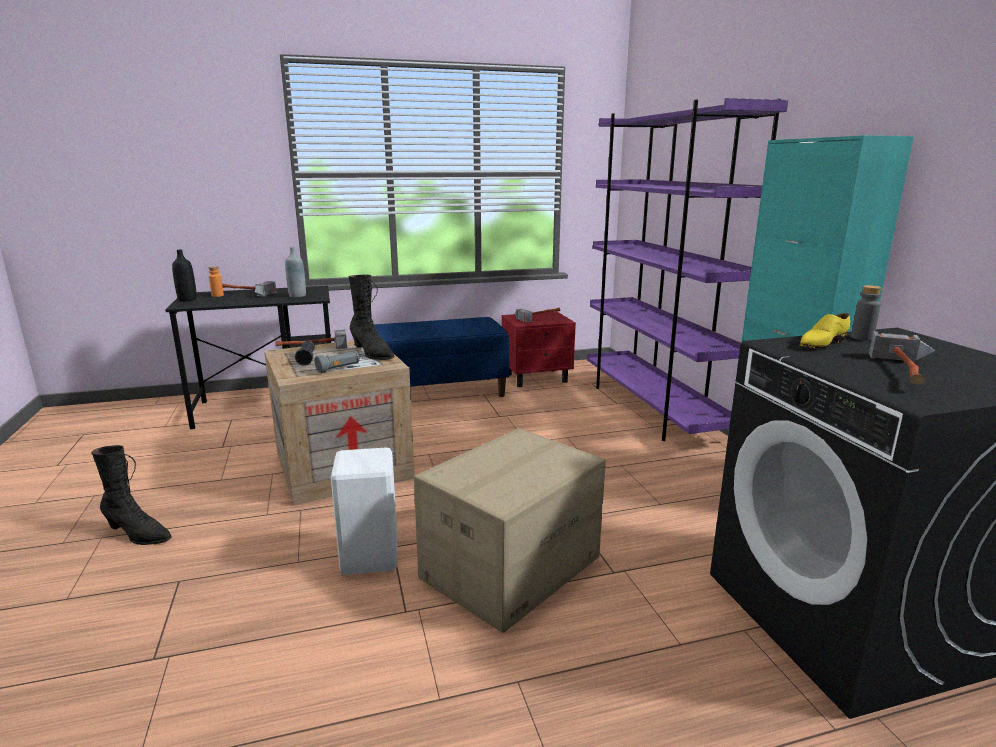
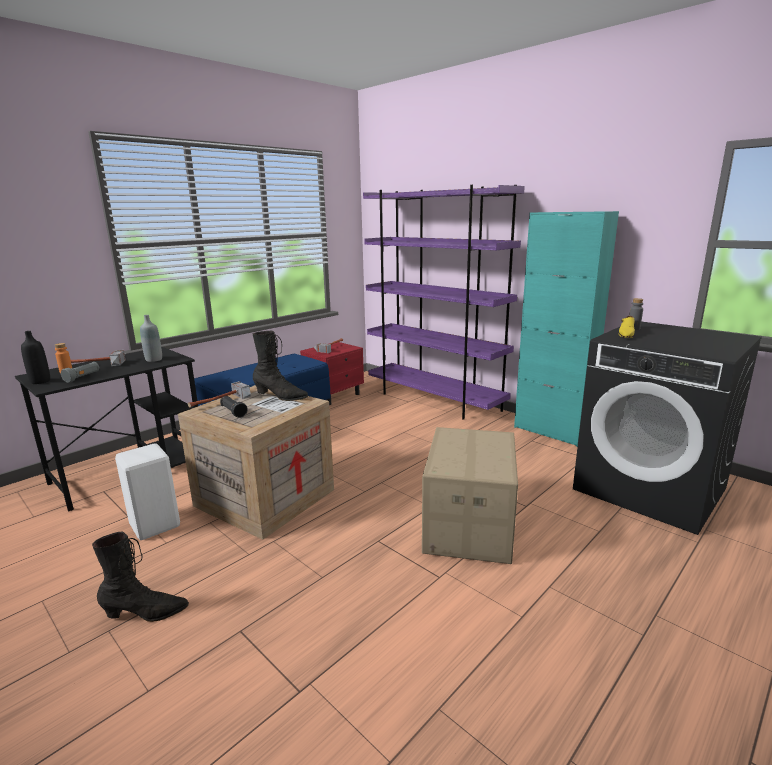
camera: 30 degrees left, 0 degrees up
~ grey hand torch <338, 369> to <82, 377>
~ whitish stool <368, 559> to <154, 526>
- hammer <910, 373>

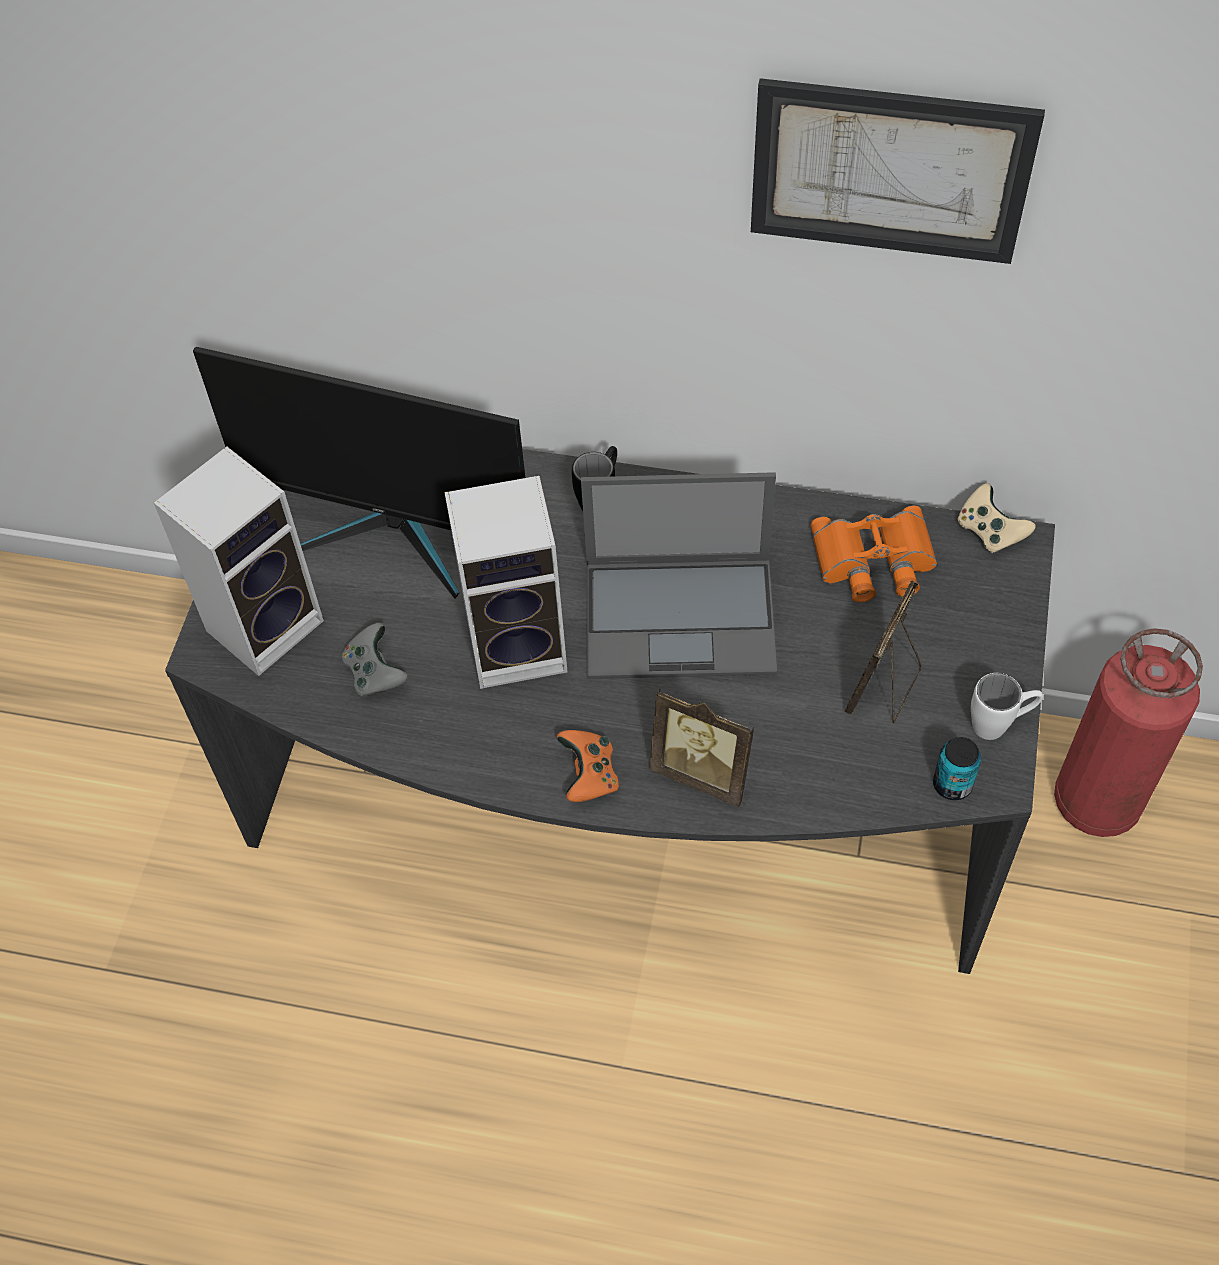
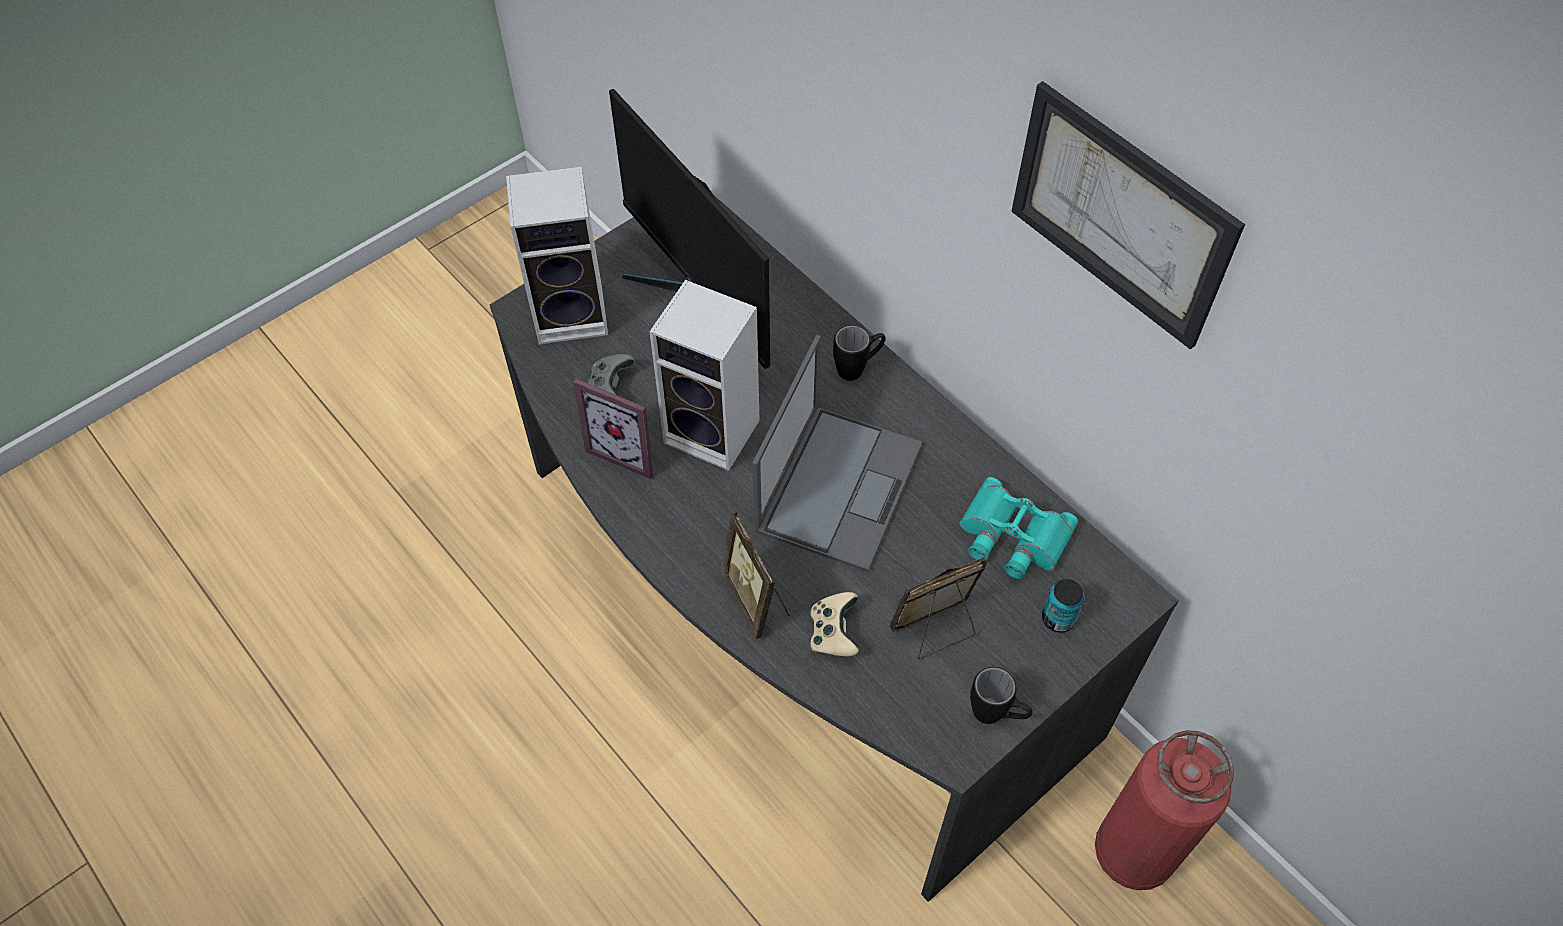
camera: 35 degrees right, 0 degrees up
+ picture frame <628, 449>
~ portable computer <682, 617> = <839, 485> 105 degrees counterclockwise
~ sand-coloured game controller <989, 531> to <833, 633>
~ orange-coloured pair of binoculars <874, 562> to turquoise-coloured pair of binoculars <1011, 537>
~ whitish tea mug <999, 724> to black-coloured tea mug <996, 715>
~ can <952, 784> to <1058, 618>
- orange-coloured game controller <589, 776>

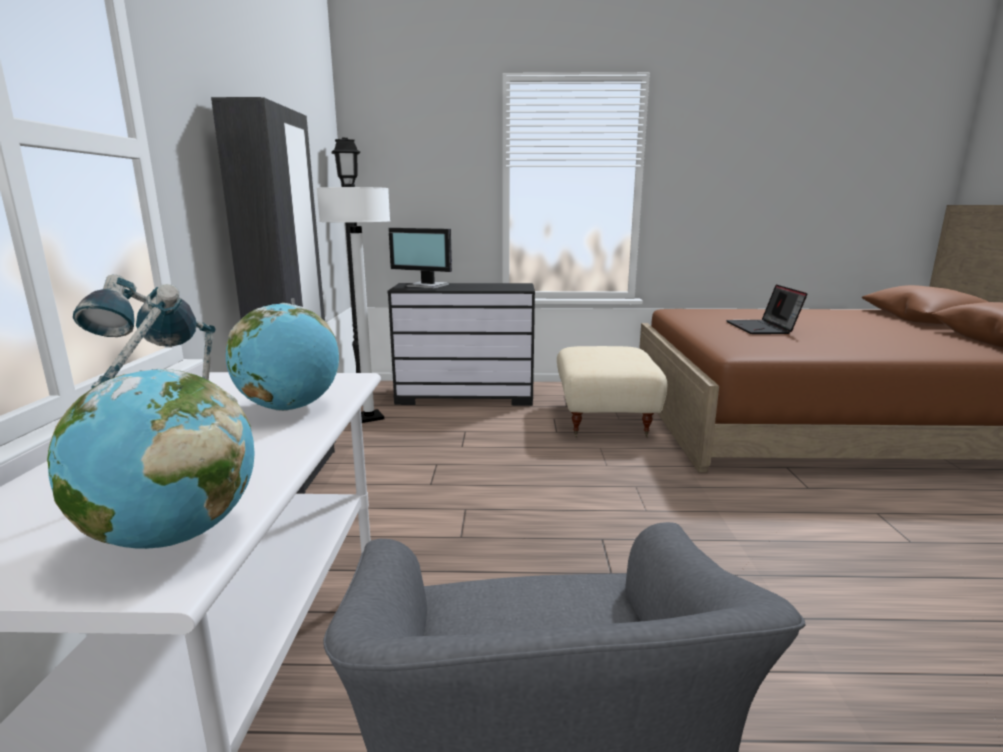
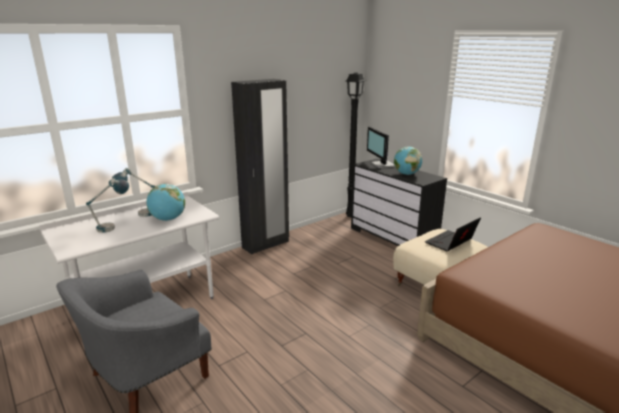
camera: 50 degrees right, 5 degrees up
~ desk globe <173, 536> to <406, 174>
~ portable computer <762, 328> to <450, 243>
- whitish floor lamp <369, 417>

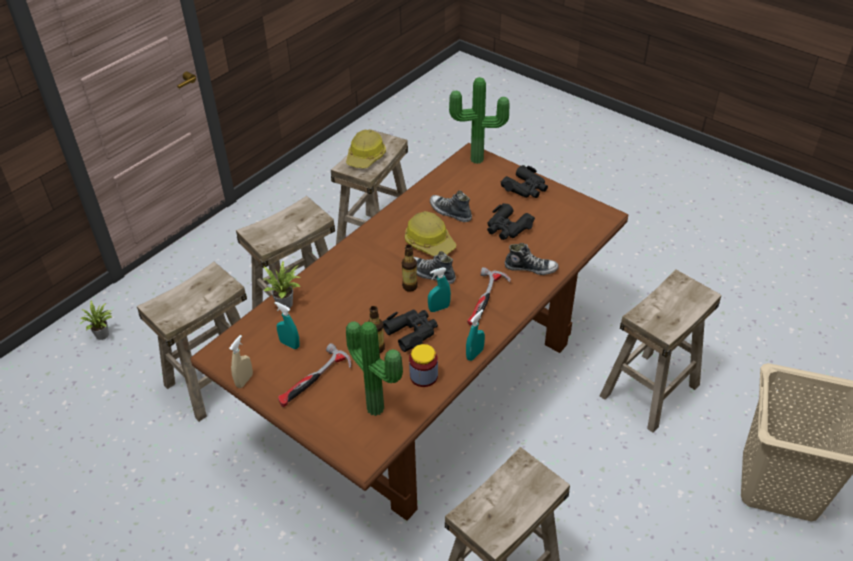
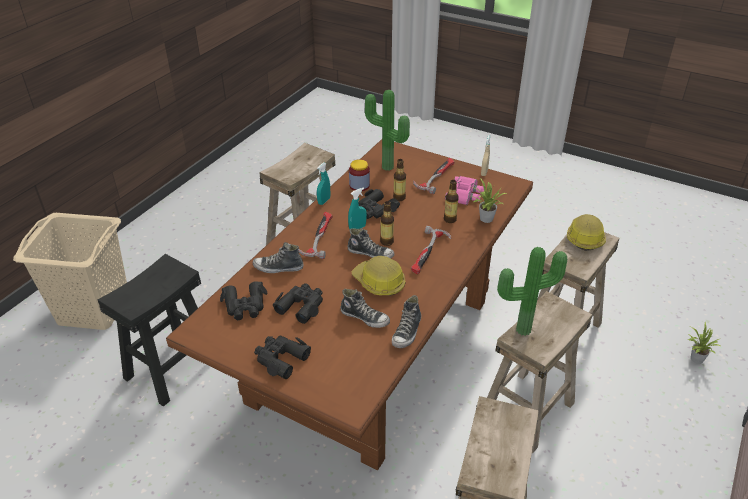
camera: 170 degrees right, 5 degrees down
~ sand-coloured stool <650, 391> to black-coloured stool <172, 367>
+ black-coloured pair of binoculars <245, 306>
+ shoe <407, 332>
+ hammer <428, 253>
+ beverage bottle <450, 219>
~ turquoise-coloured hand sprayer <289, 344> to pinkish pair of binoculars <465, 194>
~ houseplant <477, 161> to <522, 328>
~ hard hat <366, 157> to <584, 237>

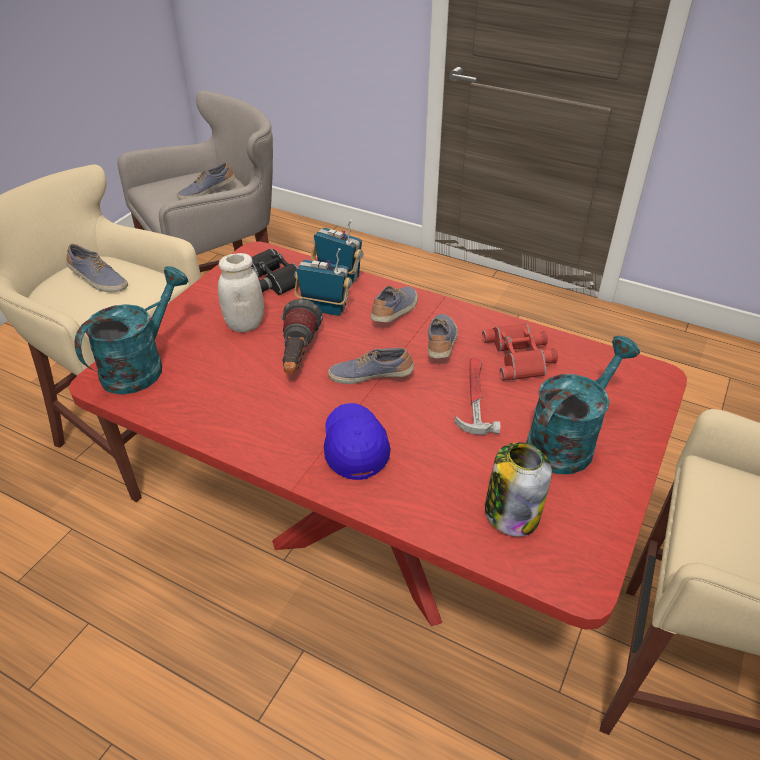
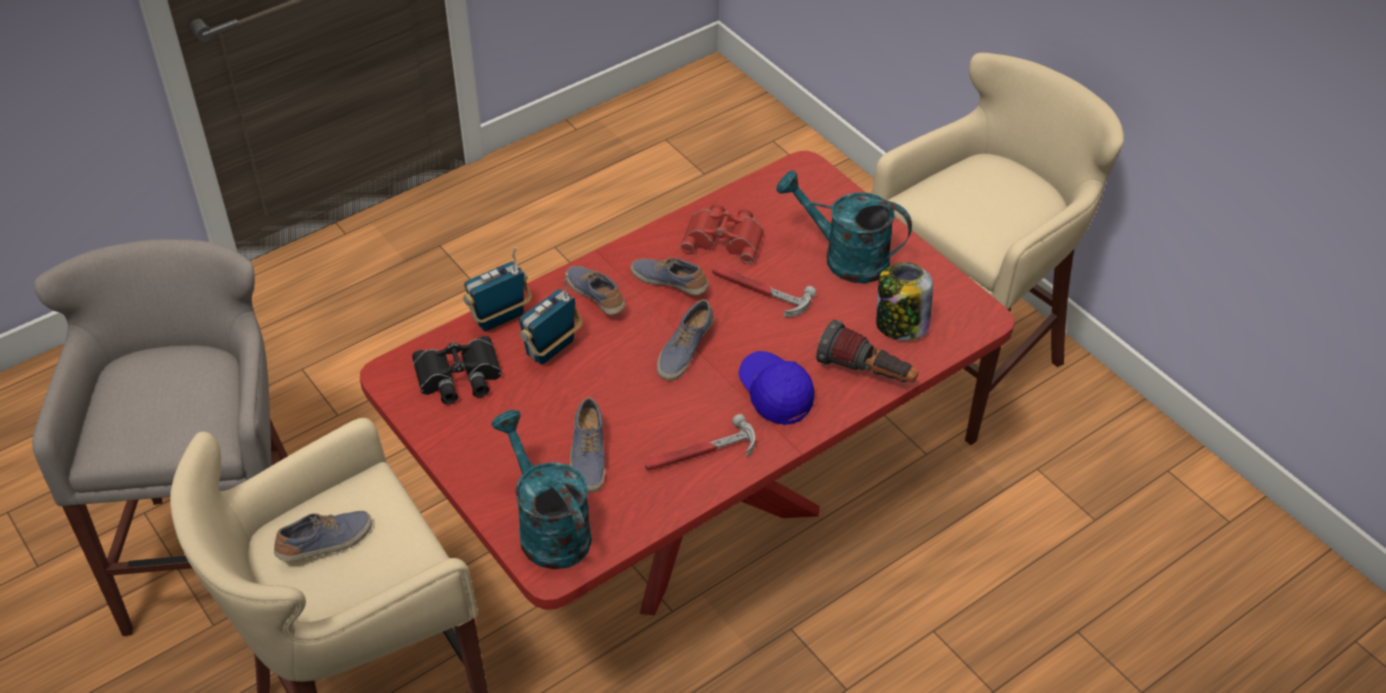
camera: 65 degrees left, 5 degrees up
~ shoe <206, 192> to <587, 455>
+ hammer <700, 453>
~ blue cap <355, 448> = <775, 394> 45 degrees clockwise
~ turquoise-coloured watering pot <567, 440> = <844, 258> 45 degrees counterclockwise
~ hand torch <298, 356> to <866, 373>
- whitish storage jar <245, 324>

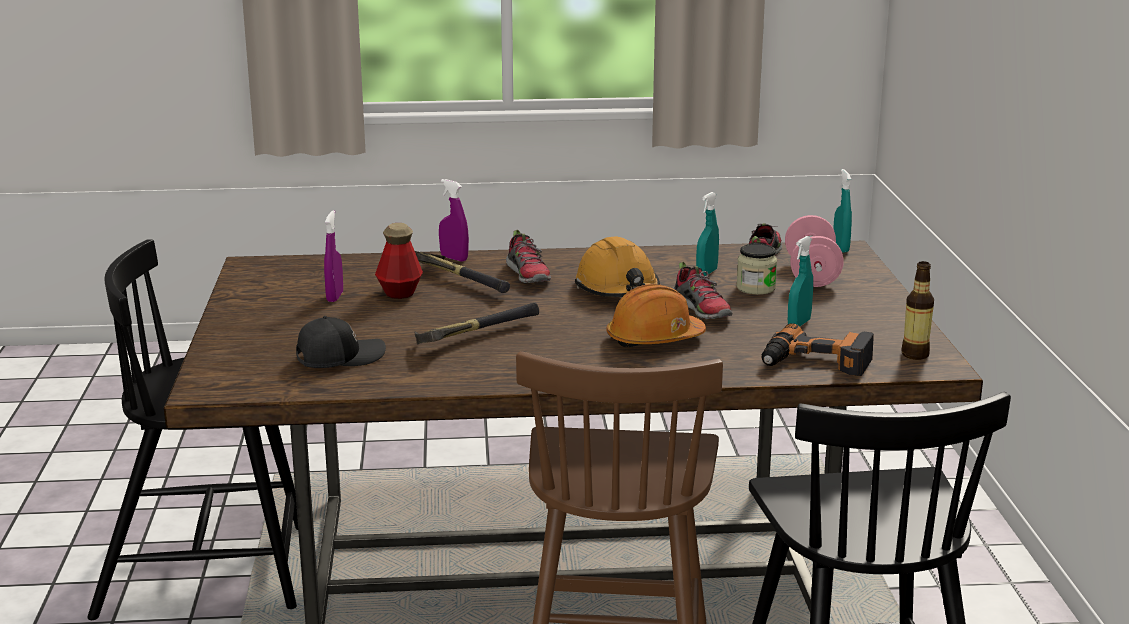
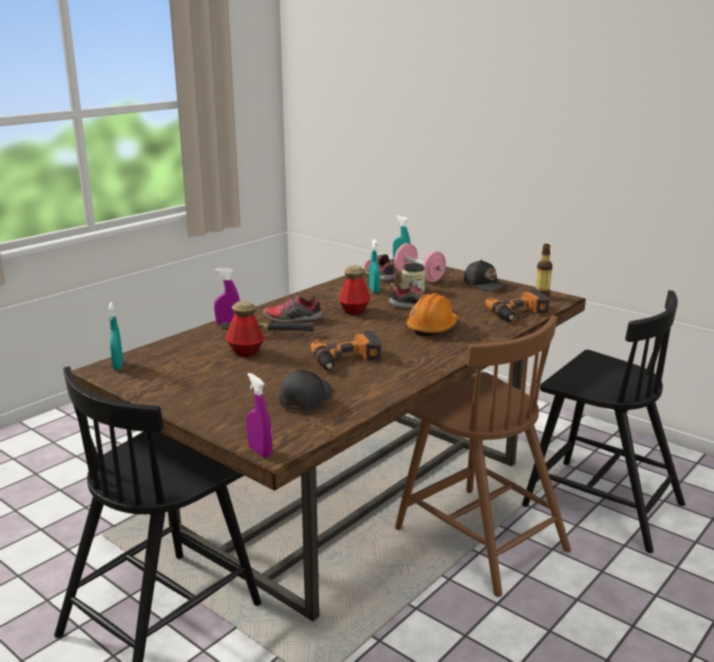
camera: 45 degrees left, 0 degrees up
~ turquoise-coloured hand sprayer <799, 323> to <118, 366>
~ purple-coloured hand sprayer <335, 297> to <260, 451>
~ shoe <528, 275> = <292, 319> 150 degrees clockwise
~ hammer <471, 337> to drill <347, 360>
~ orange-coloured hard hat <617, 289> to beverage bottle <354, 311>
+ black-coloured cap <485, 284>

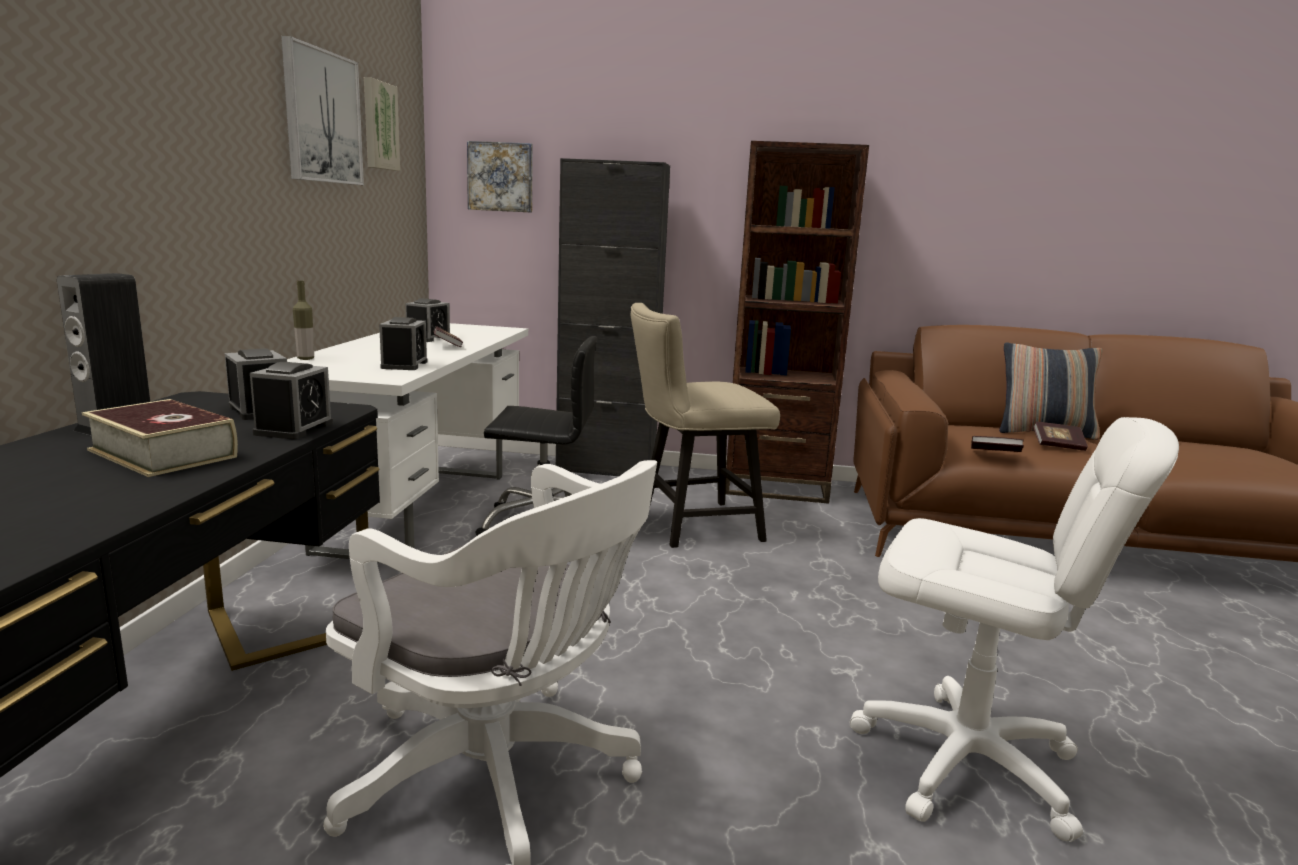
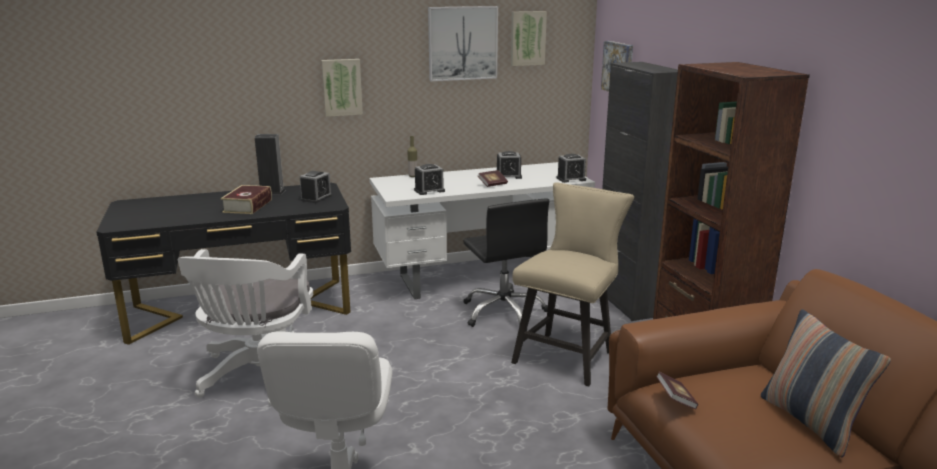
camera: 65 degrees right, 5 degrees up
+ picture <341, 87>
~ sand-coloured upright chair <690, 526> = <567, 355> 75 degrees clockwise
~ alarm clock <294, 428> to <571, 179>
- bound book <1058, 446>

